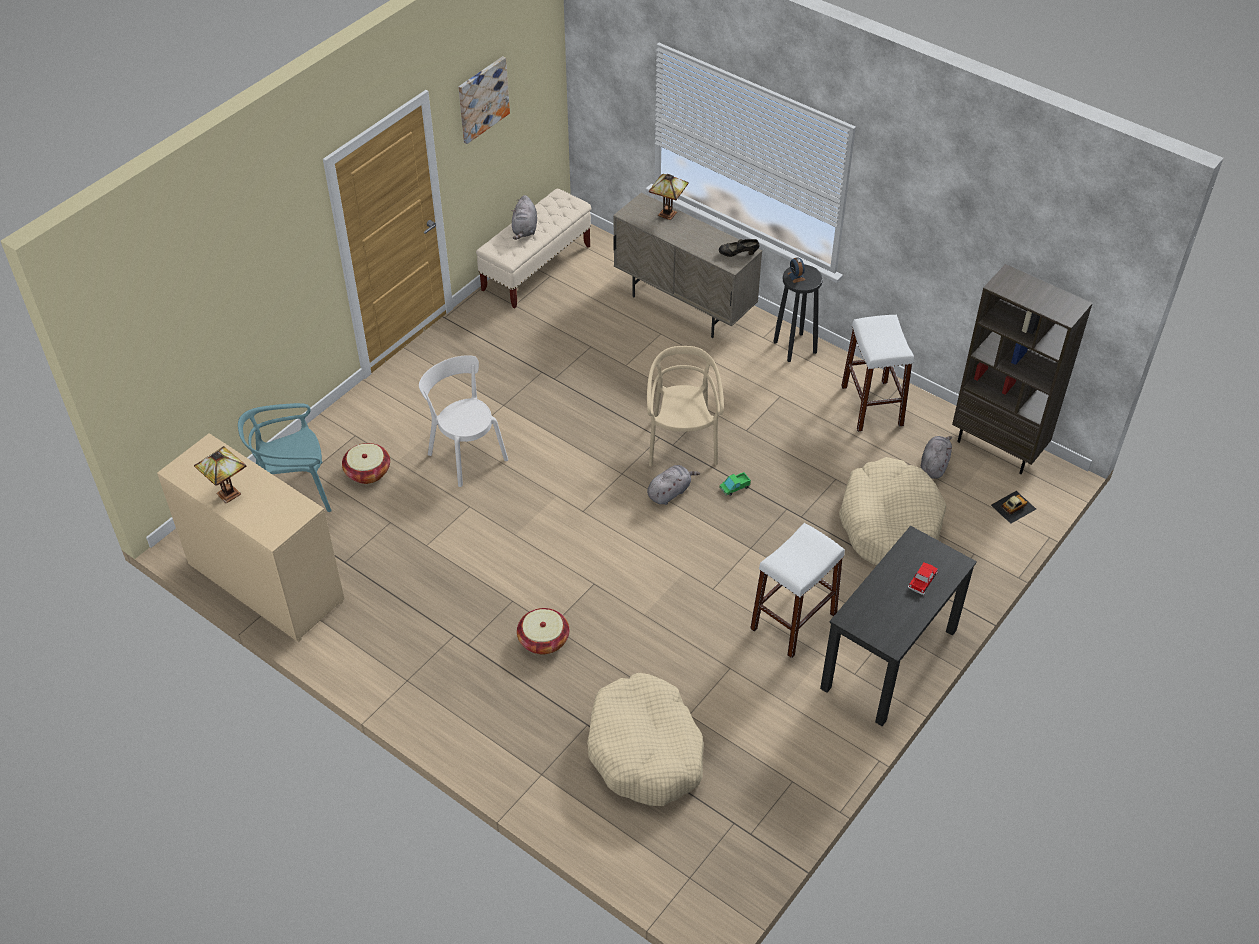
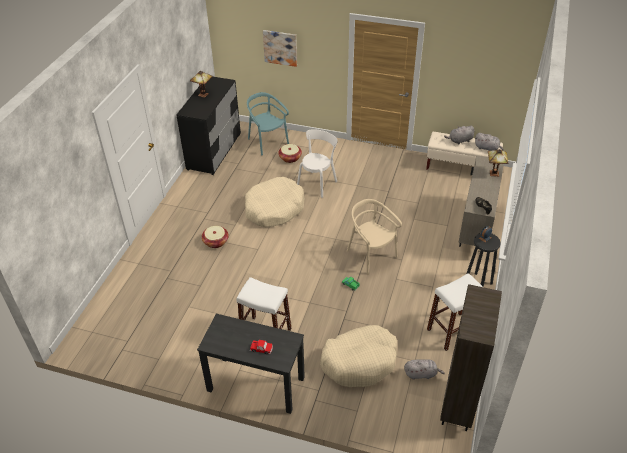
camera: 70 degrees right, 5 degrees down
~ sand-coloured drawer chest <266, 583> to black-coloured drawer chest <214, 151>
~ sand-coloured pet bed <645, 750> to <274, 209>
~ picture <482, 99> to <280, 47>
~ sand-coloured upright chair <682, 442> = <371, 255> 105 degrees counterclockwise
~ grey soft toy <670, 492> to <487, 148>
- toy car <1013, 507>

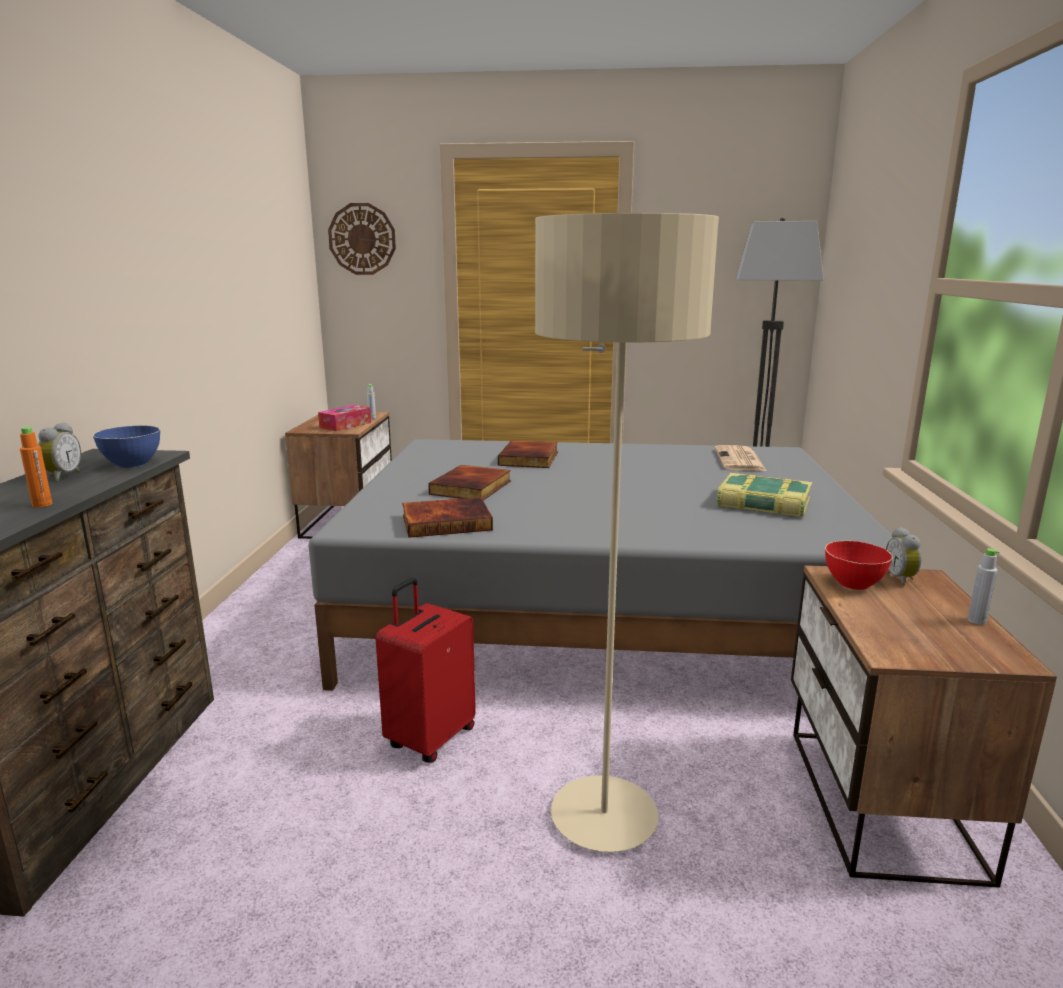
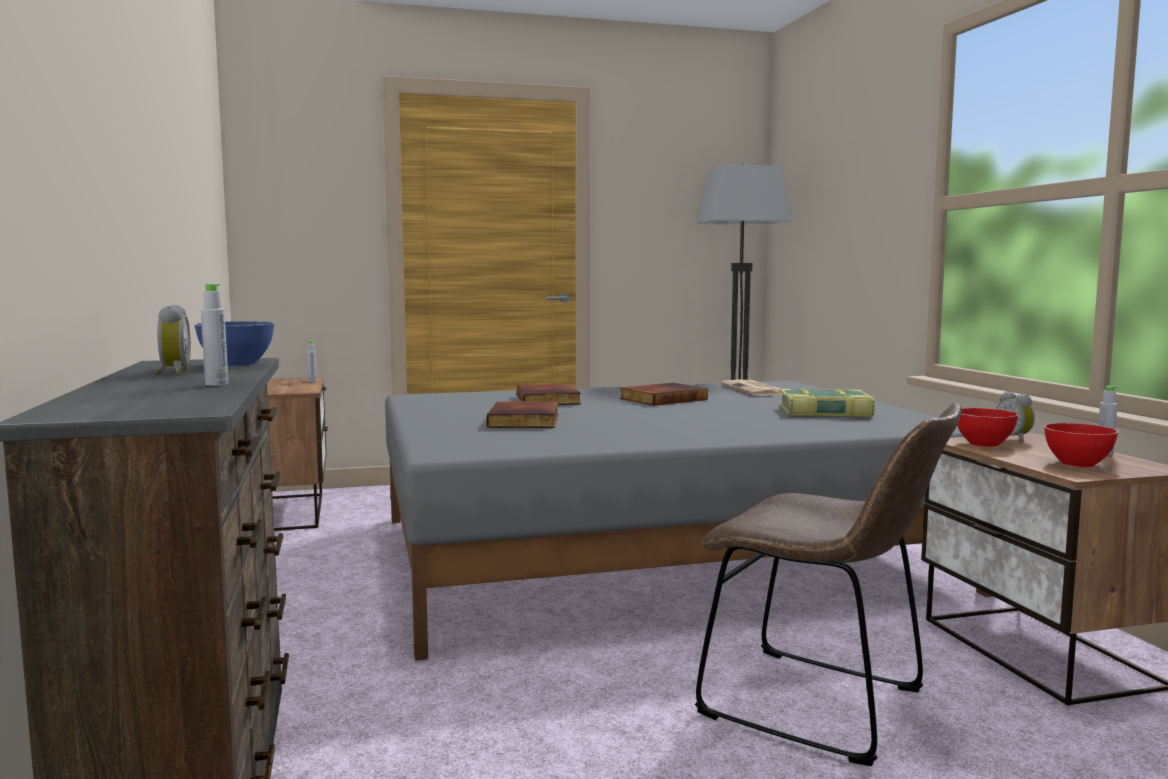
camera: 20 degrees left, 10 degrees down
~ orange-coloured beverage bottle <42, 505> to grey beverage bottle <216, 384>
~ bound book <447, 522> to <662, 399>
~ sand-coloured floor lamp <604, 817> to brown upright chair <824, 707>
+ red deep dish <1078, 463>
- box of tissues <345, 425>
- hanging clock <362, 239>
- red suitcase <429, 738>

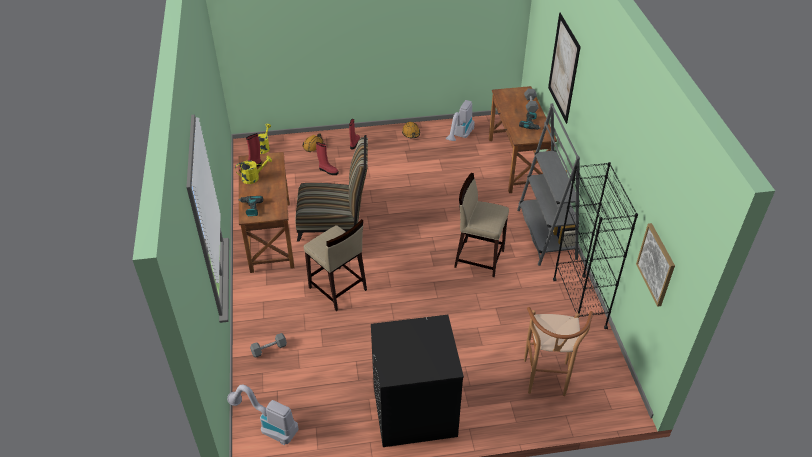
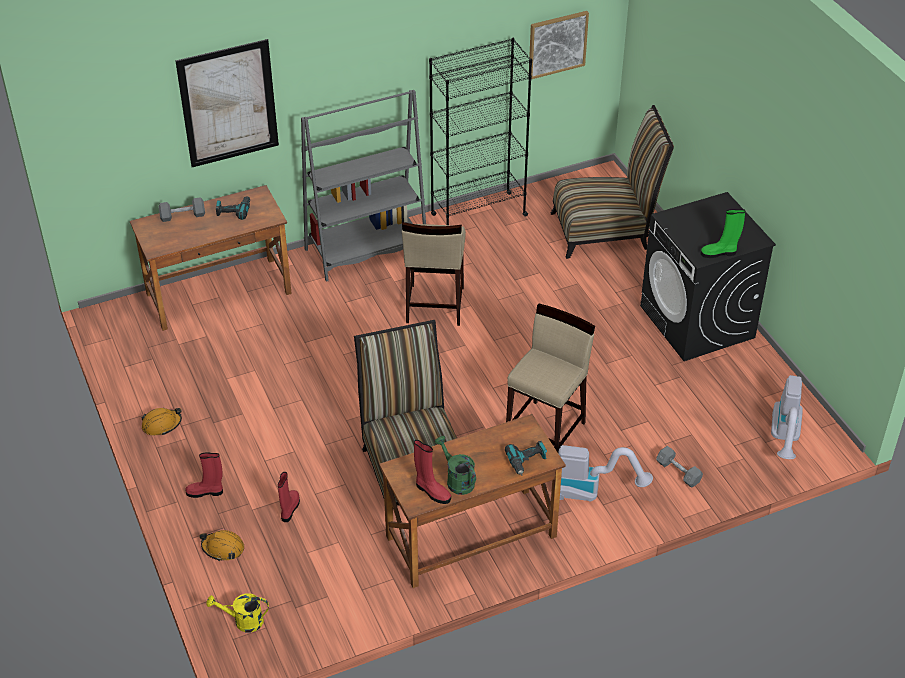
camera: 105 degrees left, 0 degrees up
~ yellow-coloured watering pot <253, 177> to greenish watering pot <457, 480>
~ brown stool <546, 382> to upright chair <606, 230>
~ vacuum <460, 136> to <592, 492>
+ greenish boot <719, 253>

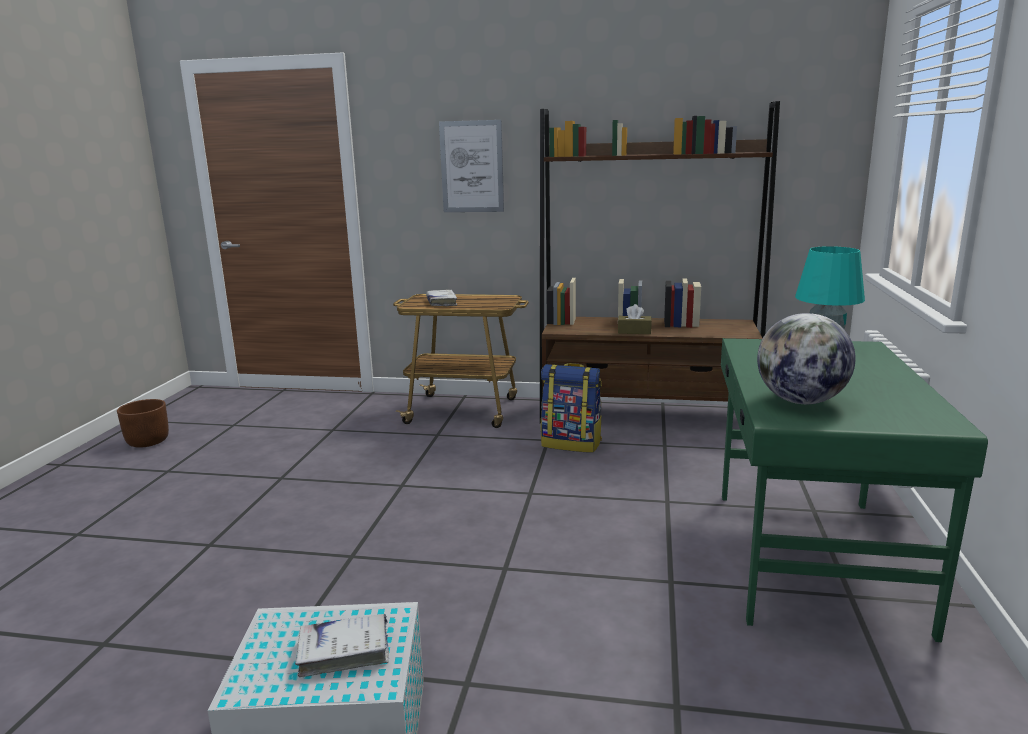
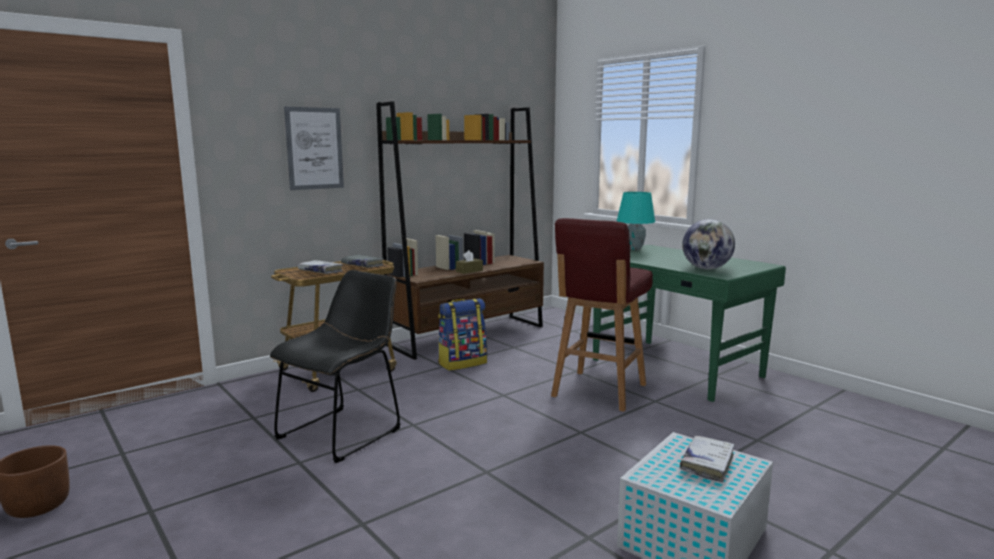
camera: 50 degrees left, 5 degrees down
+ black-coloured upright chair <344, 431>
+ grey bound book <362, 265>
+ red stool <598, 391>

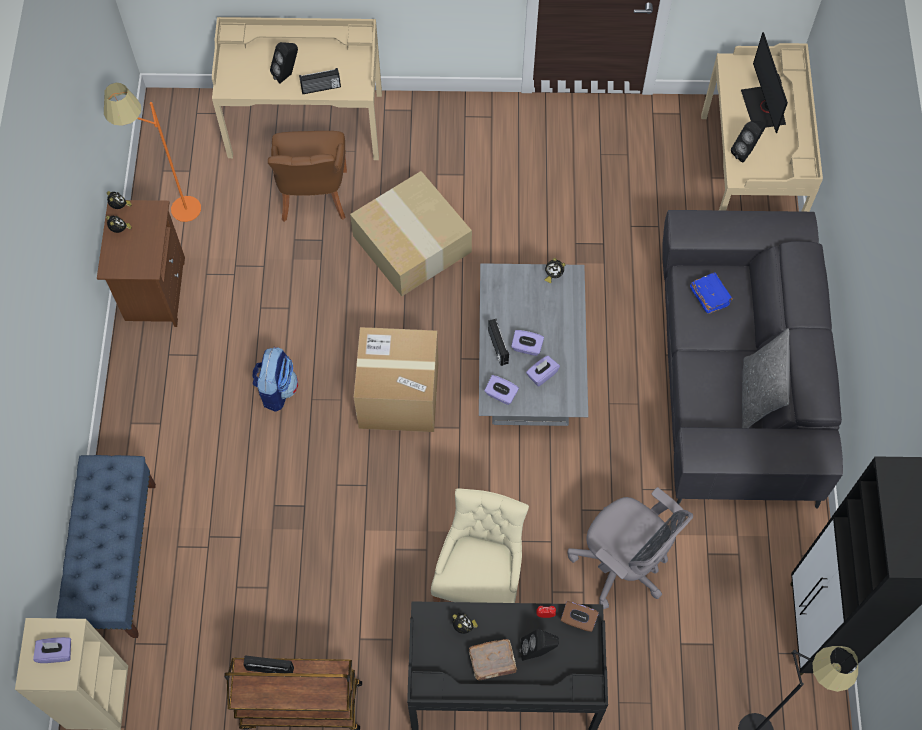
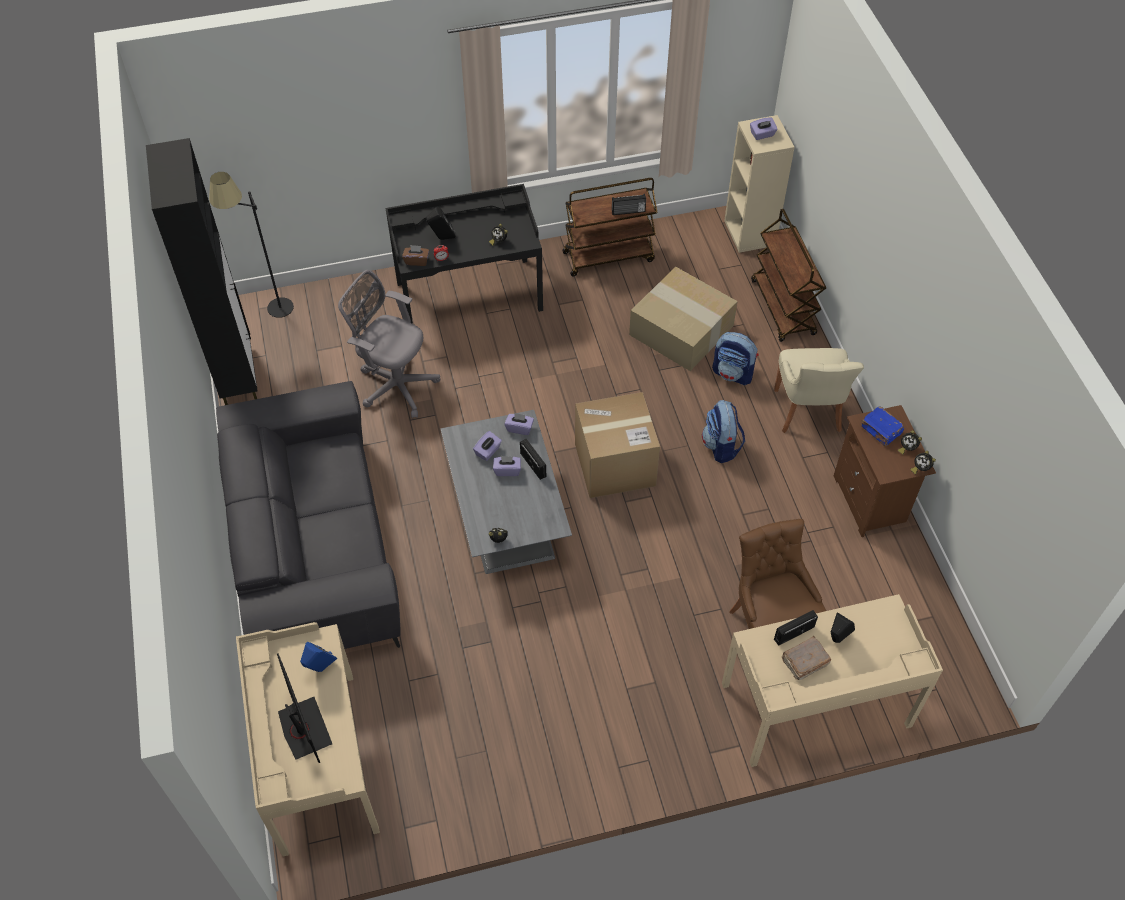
camera: 165 degrees right, 10 degrees down
~ black-coloured speaker <745, 152> to blue speaker <320, 668>
~ cardboard box <410, 243> to <683, 330>
+ backpack <733, 373>
~ blue indoor bench <117, 558> to brown cart <783, 308>
~ sand-coloured upright chair <480, 582> to <808, 412>
~ brown bound book <493, 662> to <804, 662>
~ blue bound book <709, 296> to <881, 431>
- orange-coloured floor lamp <173, 215>
- grey pillow <758, 396>

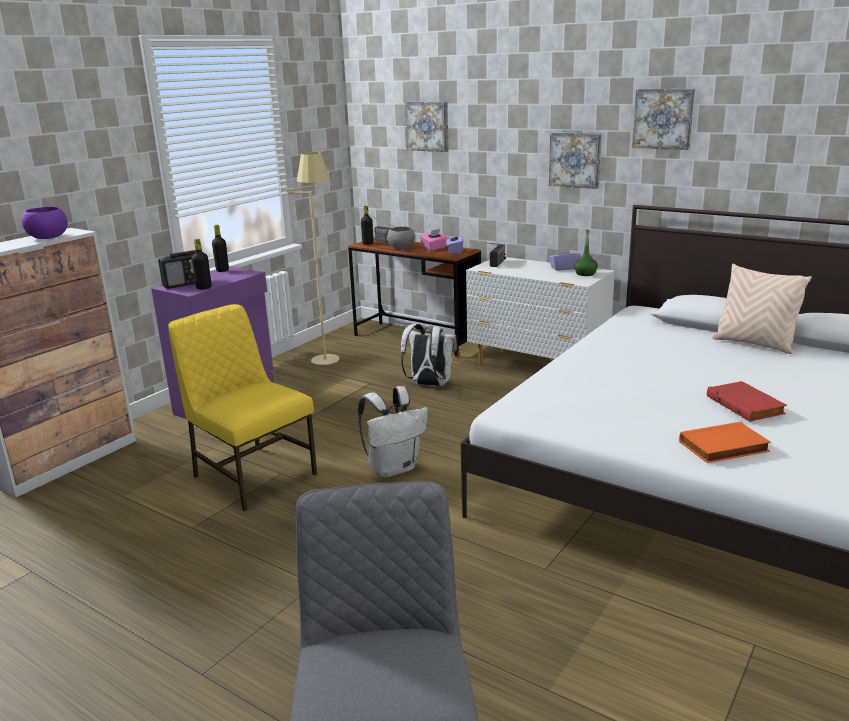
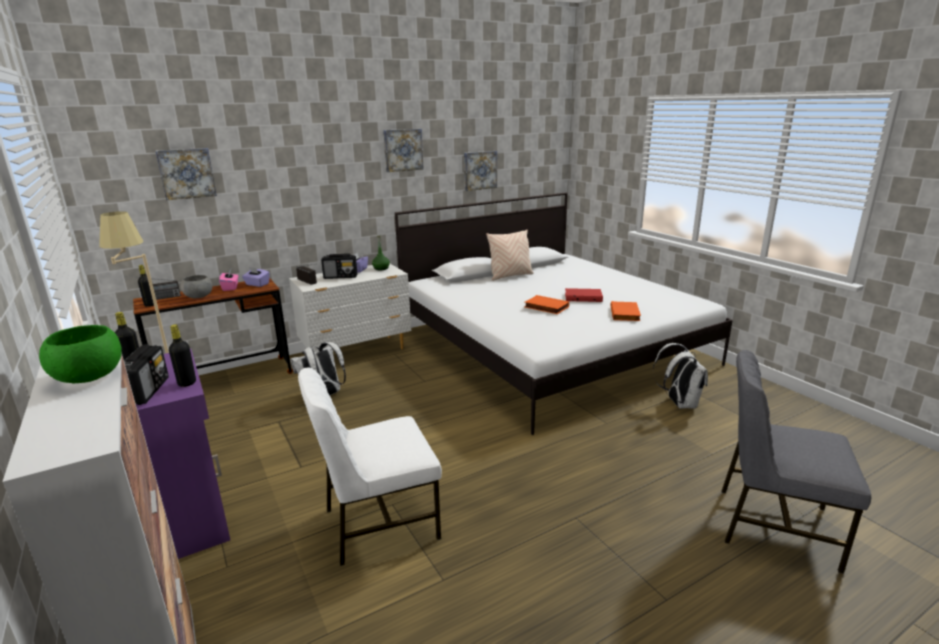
camera: 65 degrees left, 0 degrees up
~ purple-coloured deep dish <48, 237> to greenish deep dish <88, 377>
~ yellow-coloured upright chair <252, 475> to whitish upright chair <378, 523>
+ radio set <341, 277>
~ picture <575, 159> to <479, 170>
+ orange-coloured bound book <545, 307>
~ whitish backpack <394, 468> to <679, 403>

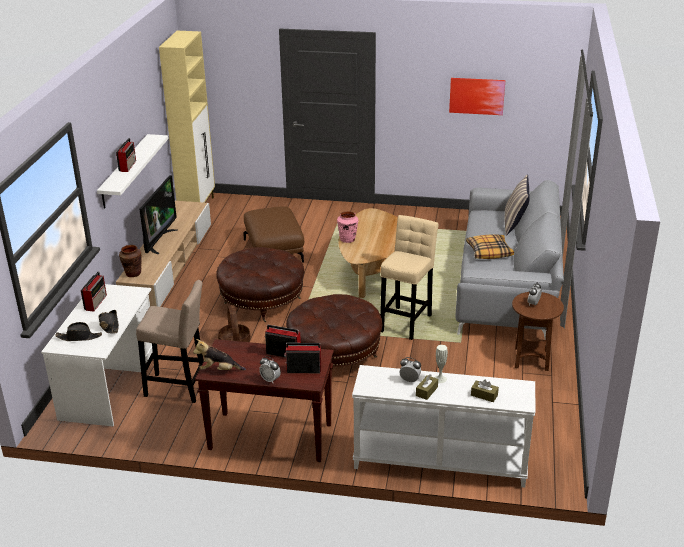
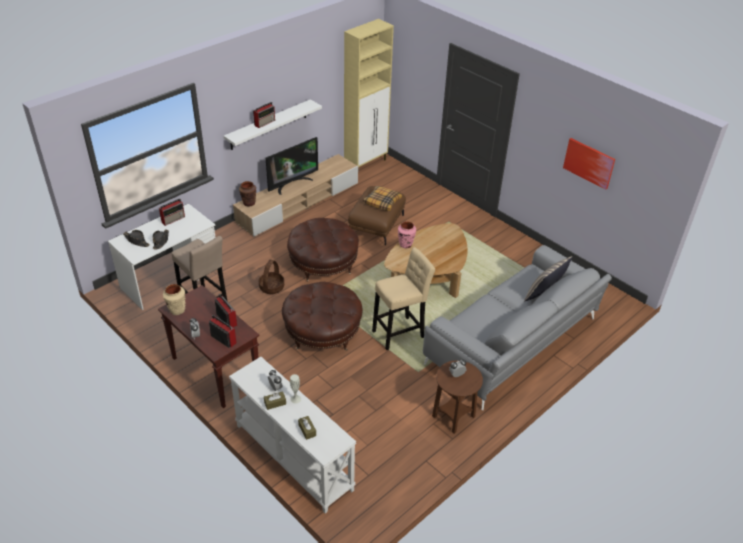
camera: 35 degrees right, 10 degrees up
~ soft toy <219, 370> to sand-coloured decorative vase <177, 310>
~ pillow <489, 251> to <382, 202>

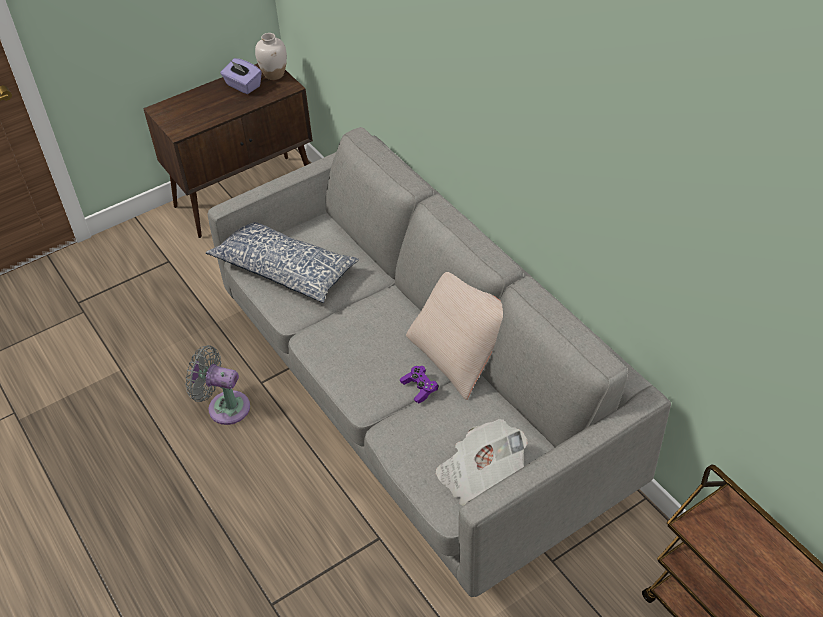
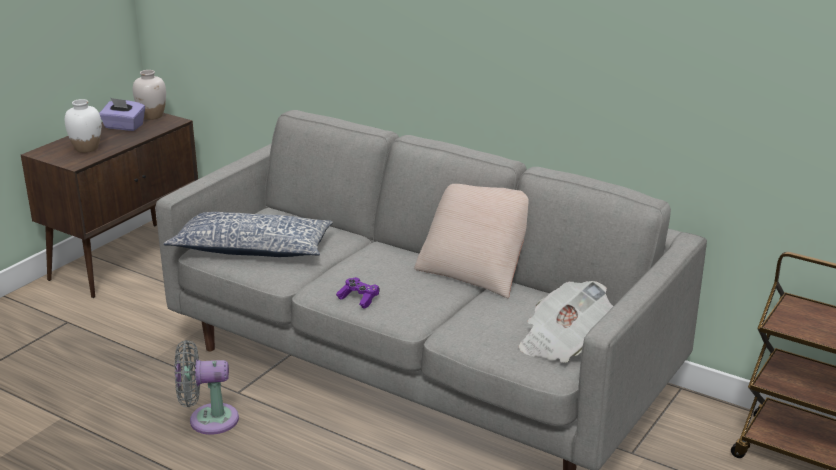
camera: 25 degrees left, 20 degrees down
+ whitish decorative vase <86, 148>
~ purple-coloured game controller <419, 388> to <359, 299>

